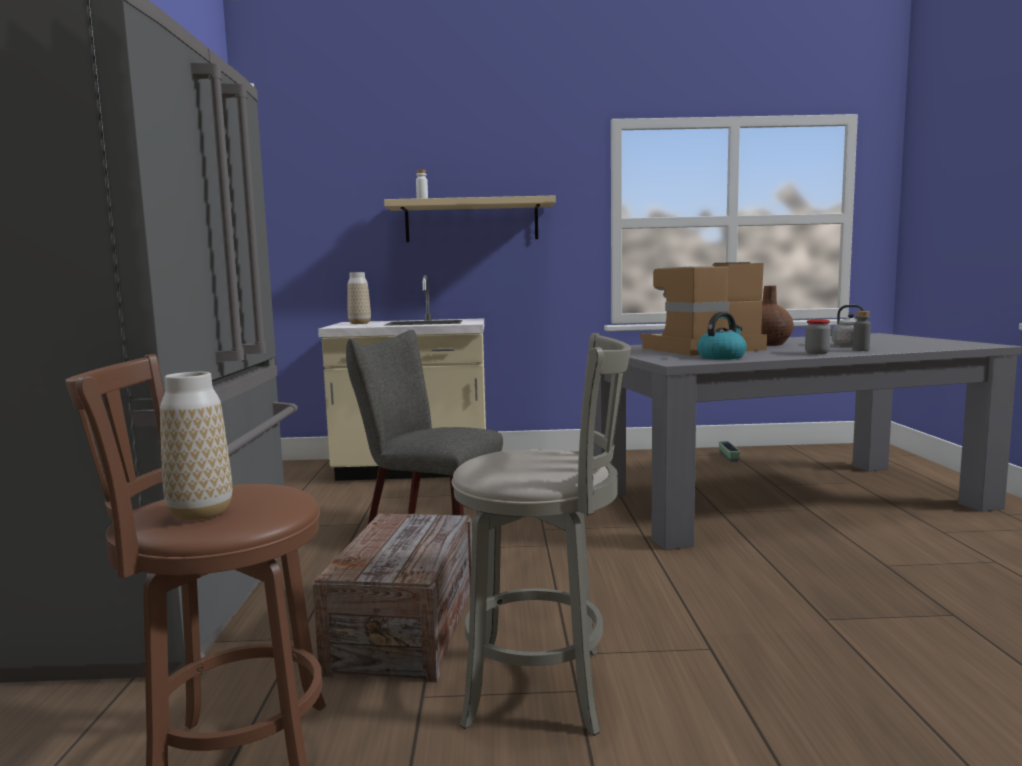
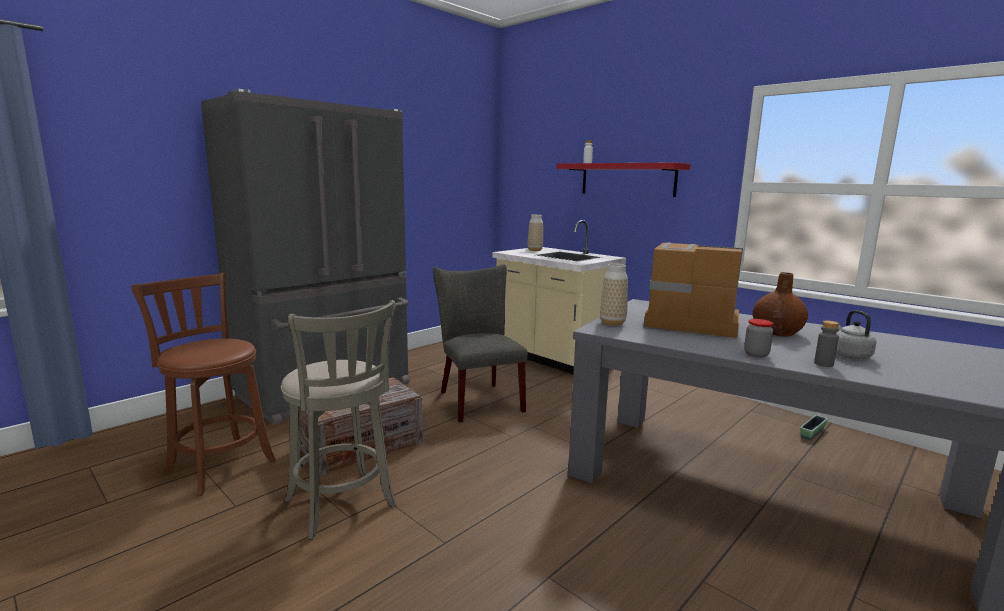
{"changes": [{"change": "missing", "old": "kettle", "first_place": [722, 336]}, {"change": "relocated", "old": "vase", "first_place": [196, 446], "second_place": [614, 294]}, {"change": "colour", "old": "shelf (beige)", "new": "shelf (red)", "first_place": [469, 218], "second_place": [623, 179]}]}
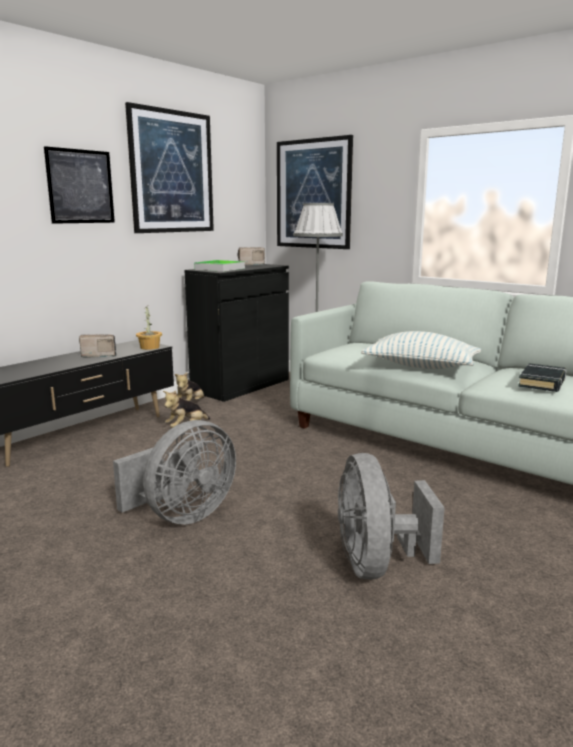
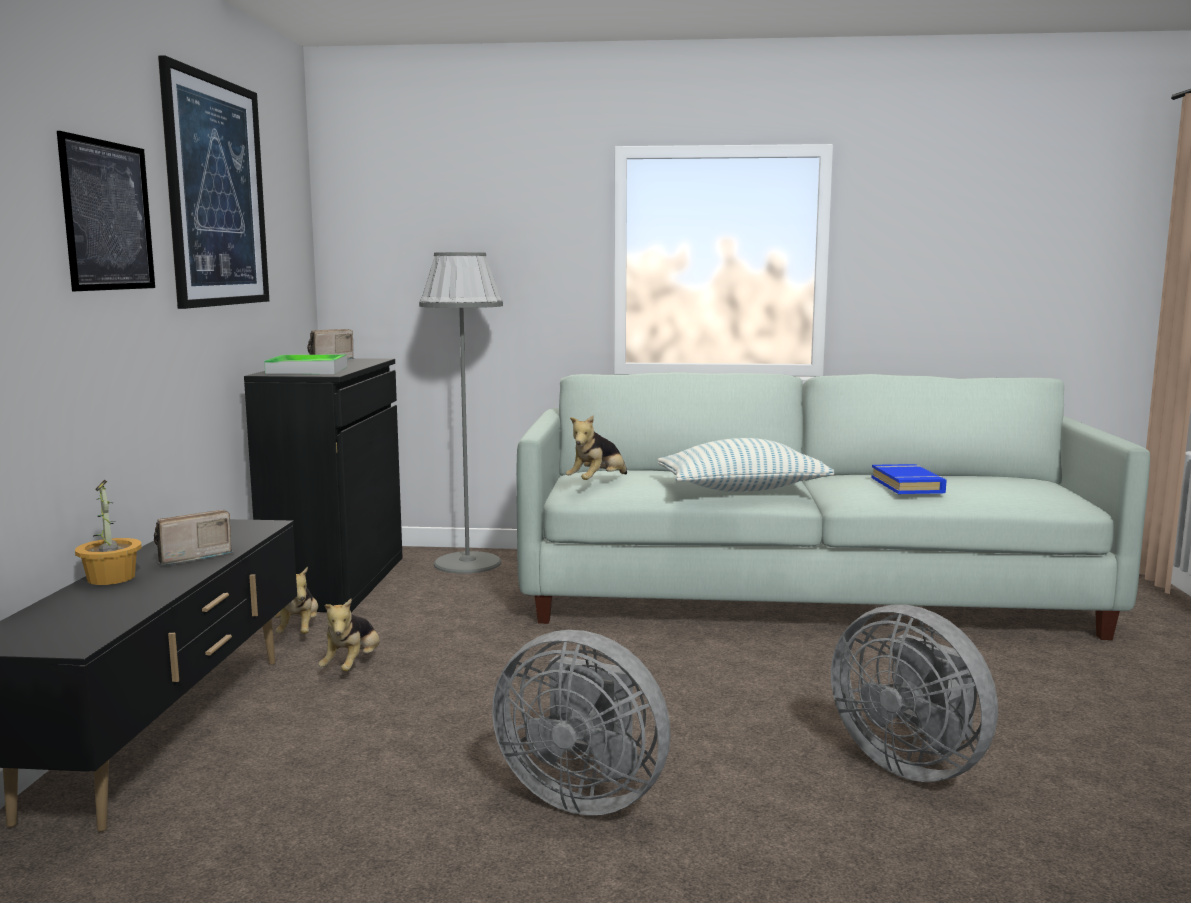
{"changes": [{"change": "missing", "old": "picture", "first_place": [315, 192]}, {"change": "appeared", "new": "plush toy", "second_place": [596, 447]}, {"change": "relocated", "old": "potted plant", "first_place": [149, 328], "second_place": [108, 532]}, {"change": "colour", "old": "book (black)", "new": "book (blue)", "first_place": [542, 377], "second_place": [908, 479]}, {"change": "spun", "old": "fan (grey)", "first_place": [174, 472], "second_place": [581, 722], "degrees": 105}]}
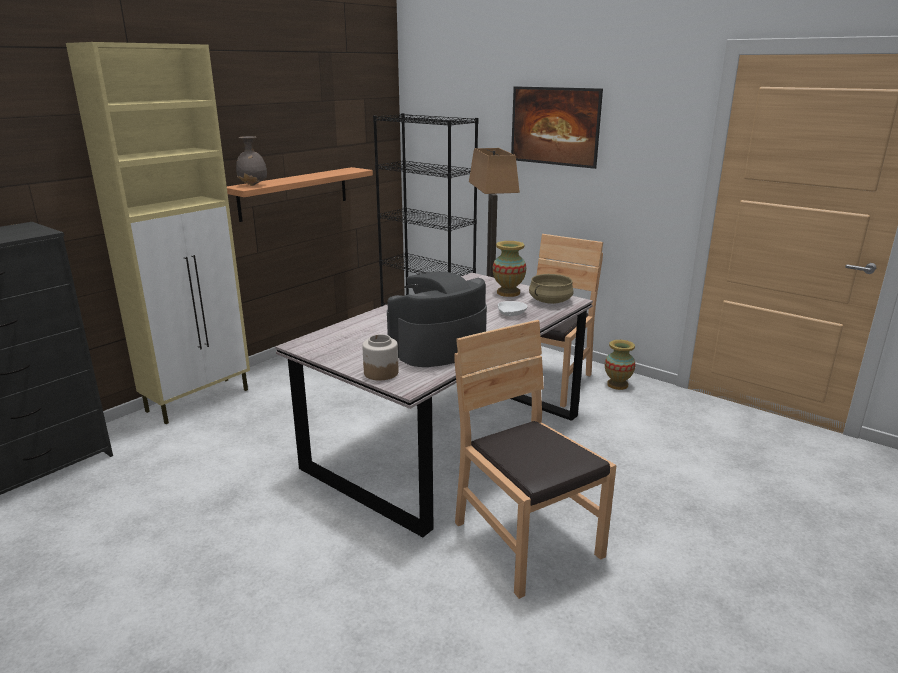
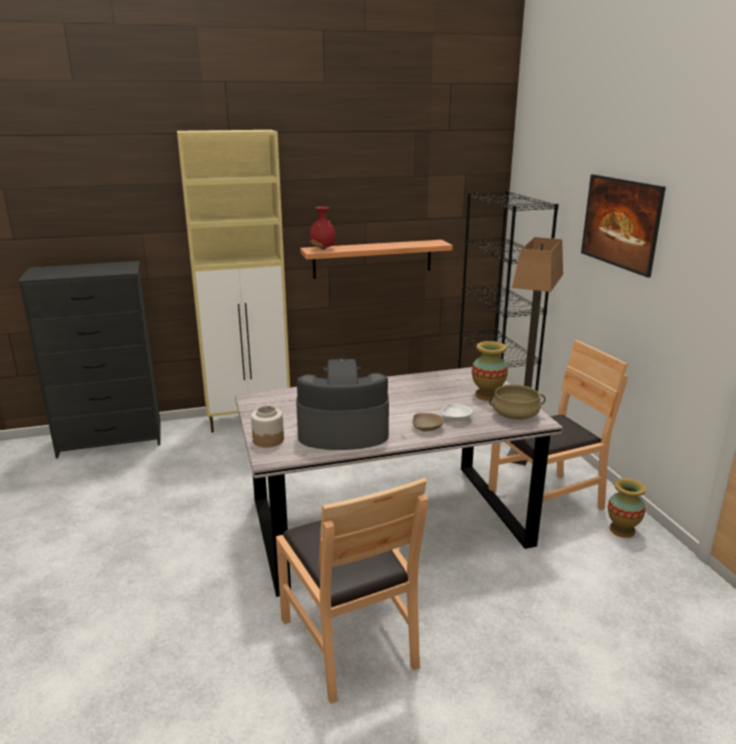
{"changes": [{"change": "appeared", "new": "bowl (beige)", "second_place": [428, 422]}, {"change": "colour", "old": "vase (grey)", "new": "vase (red)", "first_place": [251, 161], "second_place": [323, 228]}, {"change": "spun", "old": "chair (brown)", "first_place": [535, 459], "second_place": [352, 591], "degrees": 150}]}
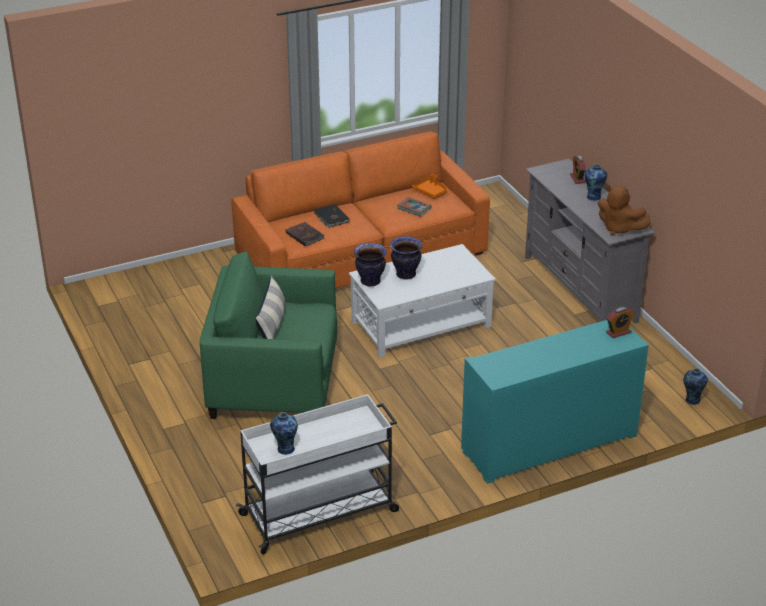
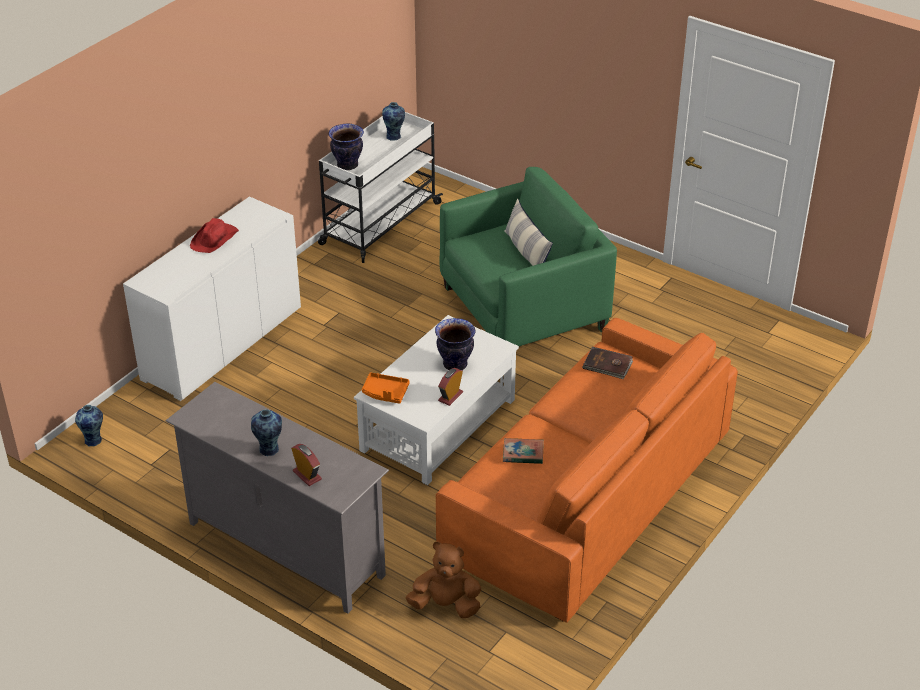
{"changes": [{"change": "missing", "old": "book (black)", "first_place": [332, 216]}, {"change": "appeared", "new": "hat (red)", "second_place": [214, 235]}, {"change": "relocated", "old": "vase", "first_place": [370, 264], "second_place": [346, 147]}, {"change": "relocated", "old": "tray (orange)", "first_place": [429, 186], "second_place": [386, 388]}, {"change": "relocated", "old": "plush toy (brown)", "first_place": [624, 210], "second_place": [443, 579]}, {"change": "relocated", "old": "alarm clock", "first_place": [620, 322], "second_place": [450, 387]}, {"change": "colour", "old": "cabinet (turquoise)", "new": "cabinet (white)", "first_place": [555, 402], "second_place": [212, 298]}]}
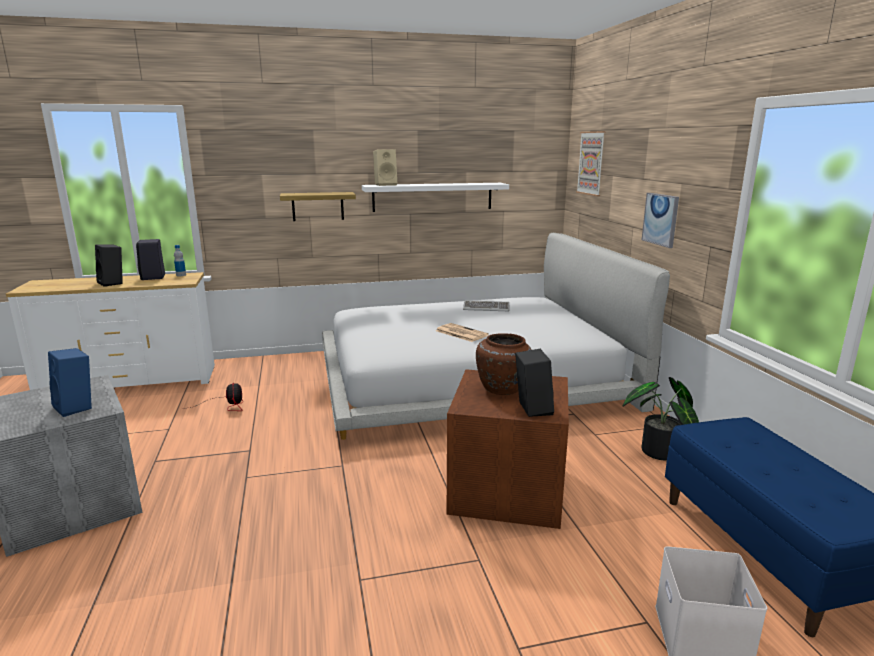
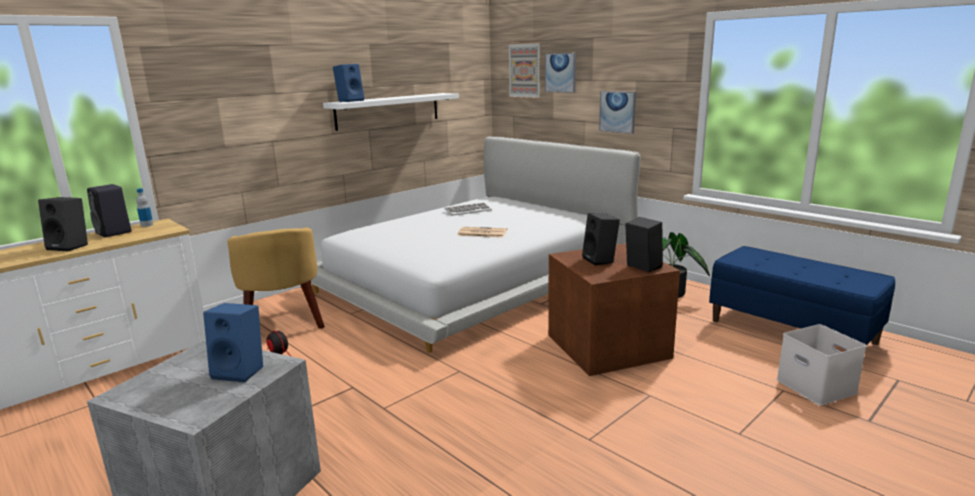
{"changes": [{"change": "missing", "old": "shelf", "first_place": [318, 206]}, {"change": "appeared", "new": "armchair (yellow)", "second_place": [276, 278]}, {"change": "appeared", "new": "picture", "second_place": [560, 73]}, {"change": "exchanged", "old": "vase (brown)", "new": "speaker (black)", "first_place": [504, 364], "second_place": [601, 239]}, {"change": "colour", "old": "speaker (beige)", "new": "speaker (blue)", "first_place": [385, 167], "second_place": [348, 83]}]}
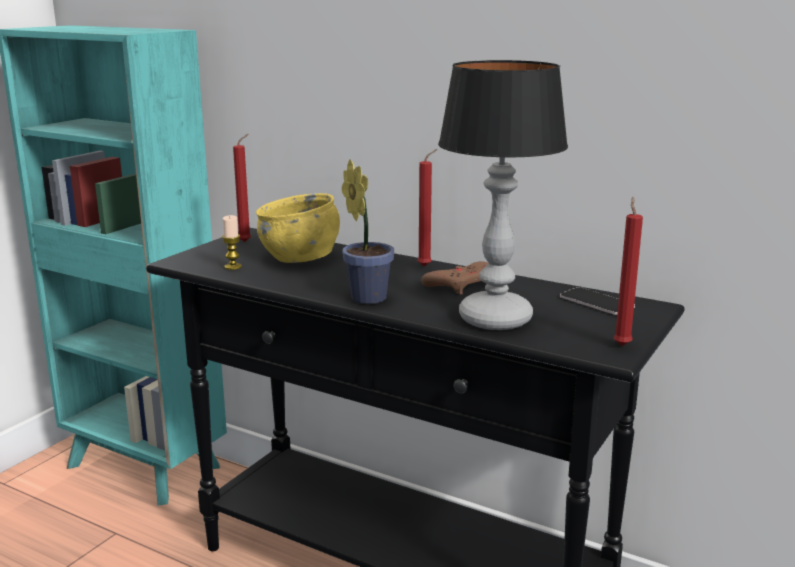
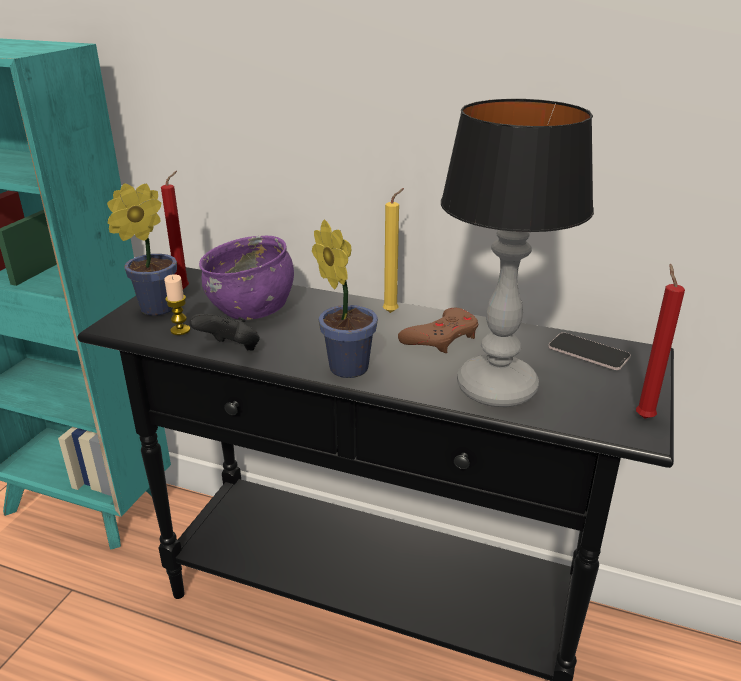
{"changes": [{"change": "appeared", "new": "potted plant", "second_place": [142, 249]}, {"change": "appeared", "new": "game controller (black)", "second_place": [224, 332]}, {"change": "colour", "old": "bowl (yellow)", "new": "bowl (purple)", "first_place": [298, 228], "second_place": [246, 278]}, {"change": "colour", "old": "candle (red)", "new": "candle (yellow)", "first_place": [427, 208], "second_place": [393, 250]}]}
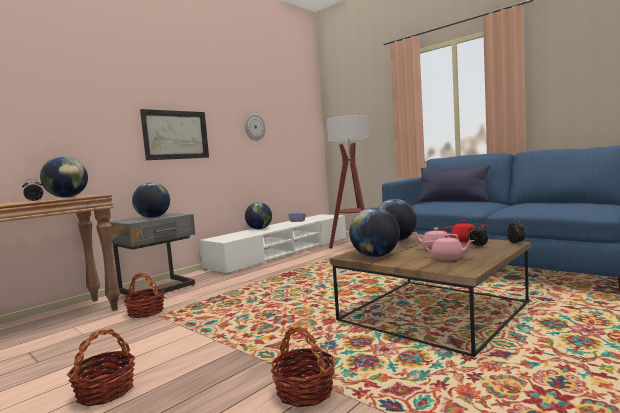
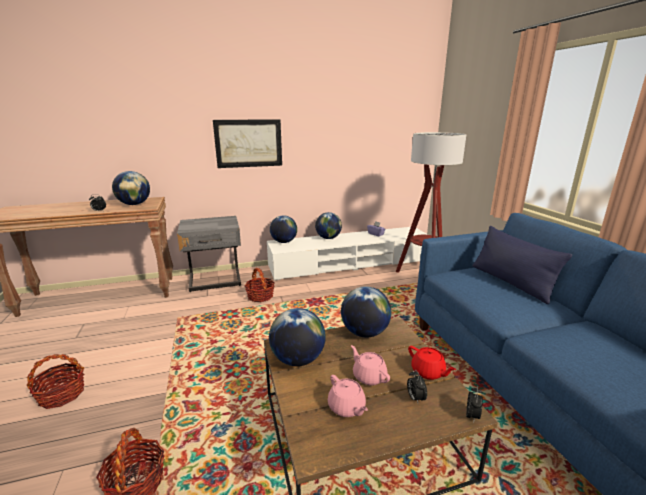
{"changes": [{"change": "missing", "old": "wall clock", "first_place": [255, 127]}, {"change": "relocated", "old": "basket", "first_place": [144, 295], "second_place": [260, 285]}, {"change": "relocated", "old": "globe", "first_place": [151, 200], "second_place": [283, 229]}]}
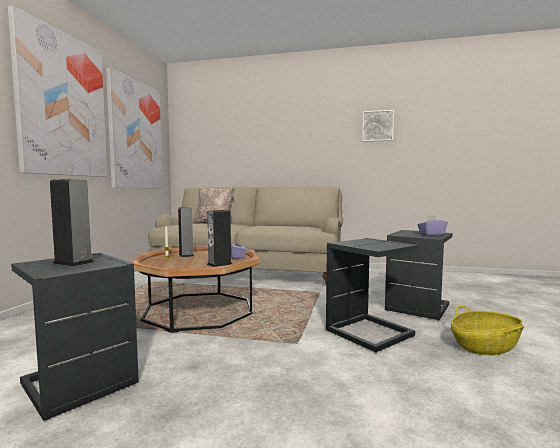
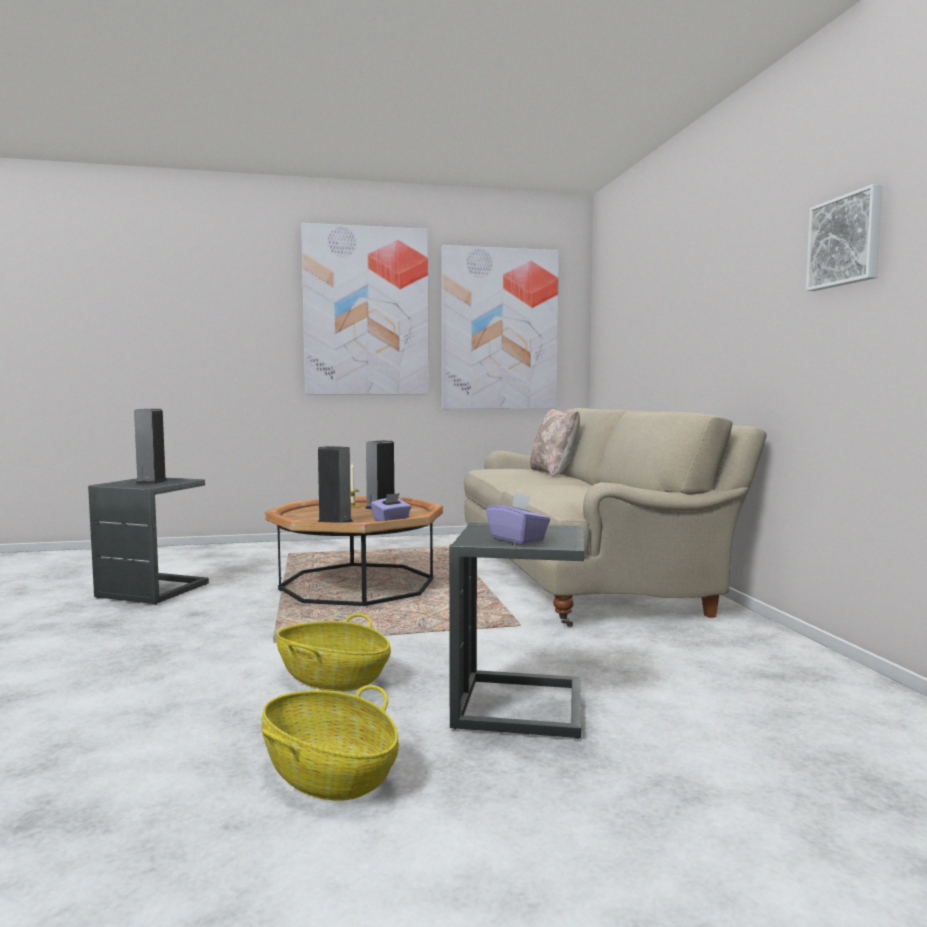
{"changes": [{"change": "exchanged", "old": "side table (grey)", "new": "basket", "first_place": [372, 295], "second_place": [334, 652]}]}
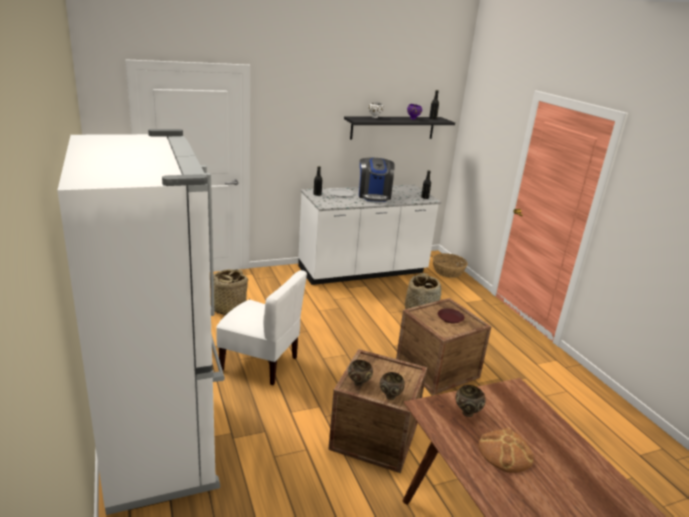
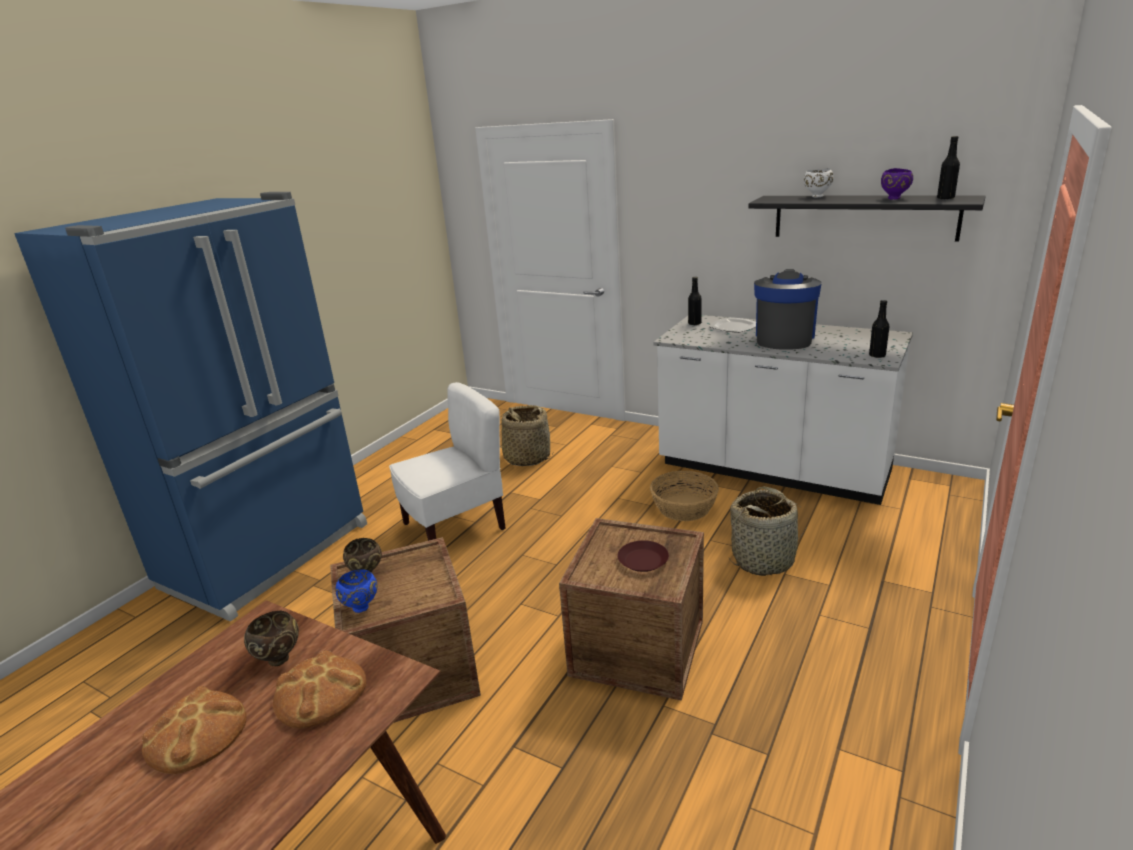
{"changes": [{"change": "appeared", "new": "bread", "second_place": [319, 689]}, {"change": "relocated", "old": "basket", "first_place": [450, 265], "second_place": [684, 496]}, {"change": "colour", "old": "fridge (white)", "new": "fridge (blue)", "first_place": [141, 322], "second_place": [190, 407]}, {"change": "colour", "old": "bowl (brown)", "new": "bowl (blue)", "first_place": [392, 386], "second_place": [356, 591]}, {"change": "spun", "old": "chair (white)", "first_place": [261, 327], "second_place": [447, 461], "degrees": -105}, {"change": "spun", "old": "coffee machine", "first_place": [377, 180], "second_place": [788, 310], "degrees": 150}]}
